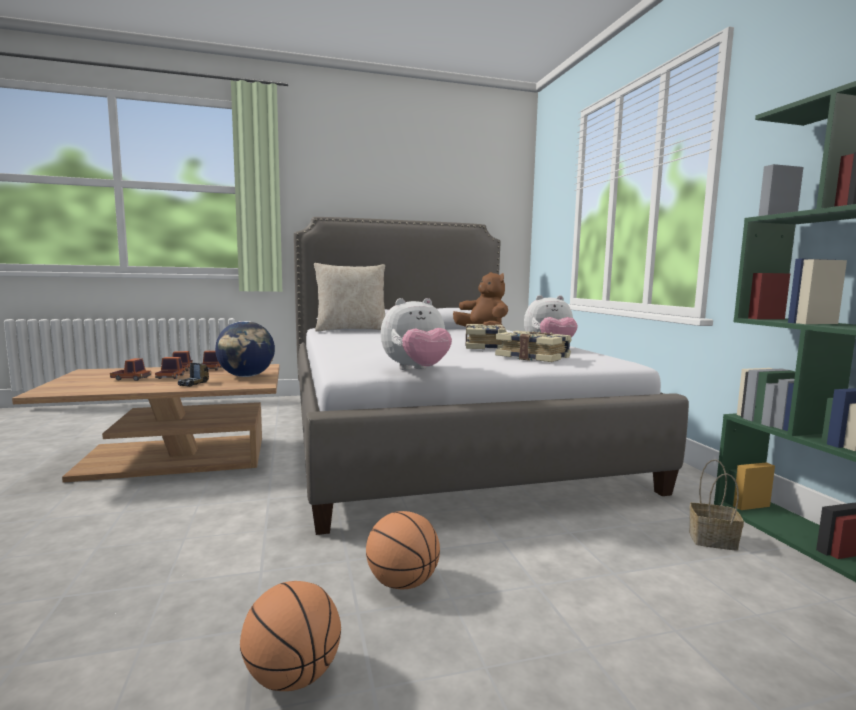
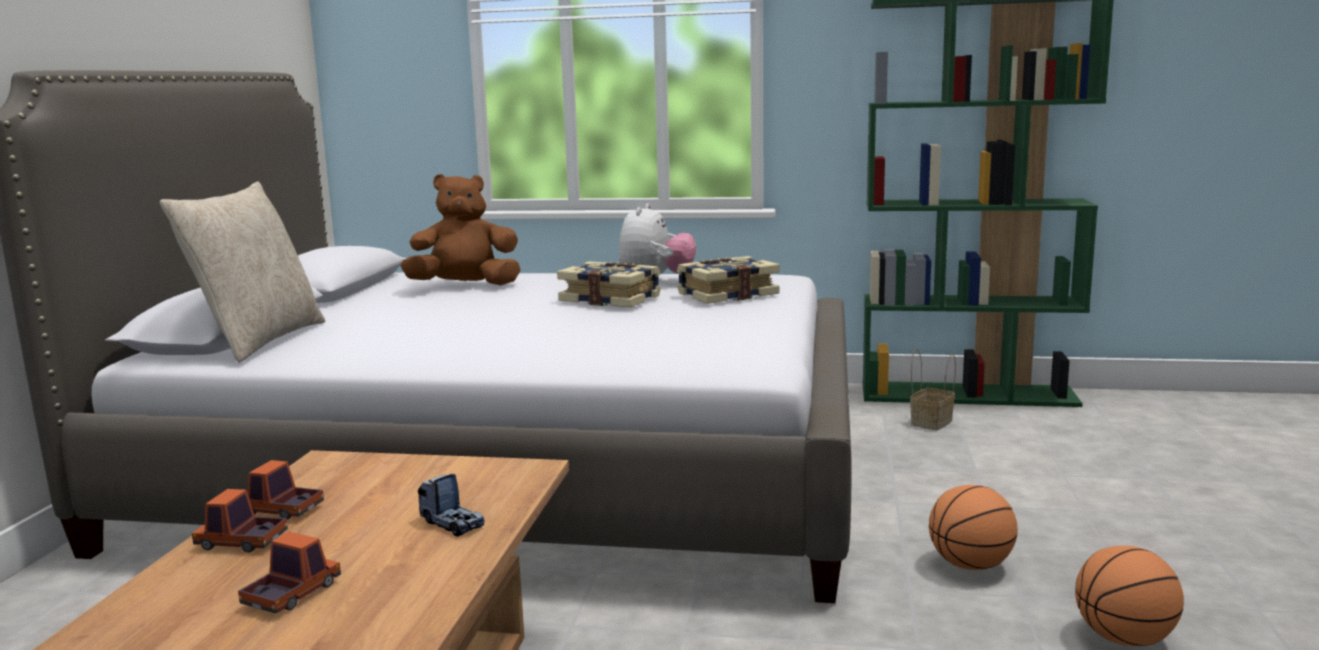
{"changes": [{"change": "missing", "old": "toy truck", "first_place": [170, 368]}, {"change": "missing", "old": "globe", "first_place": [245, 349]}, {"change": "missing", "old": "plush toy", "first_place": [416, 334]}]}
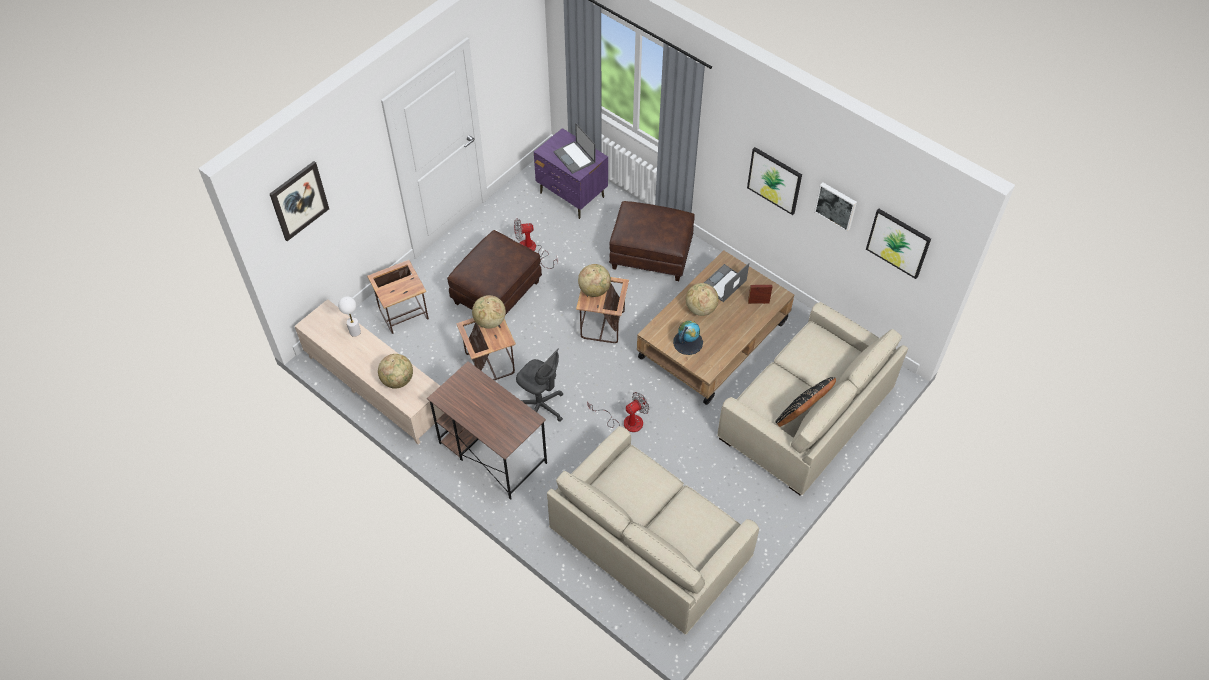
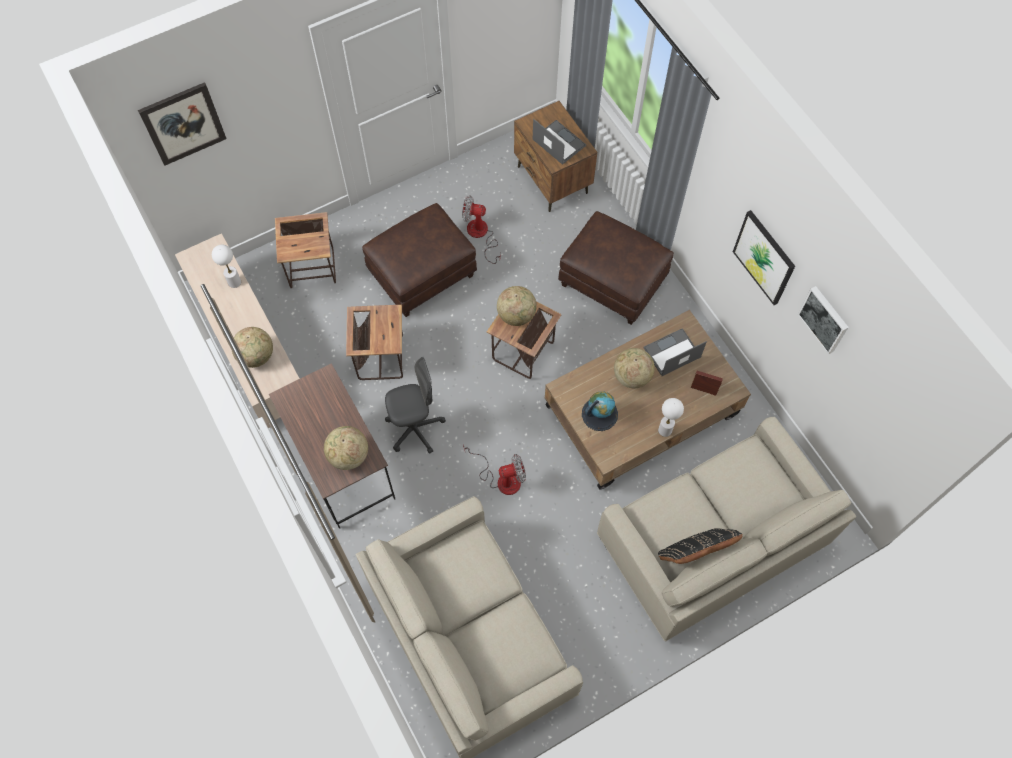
{"changes": [{"change": "missing", "old": "picture", "first_place": [898, 244]}, {"change": "appeared", "new": "table lamp (white)", "second_place": [671, 417]}, {"change": "relocated", "old": "globe", "first_place": [489, 312], "second_place": [346, 448]}, {"change": "colour", "old": "nightstand (purple)", "new": "nightstand (brown)", "first_place": [571, 173], "second_place": [555, 156]}, {"change": "spun", "old": "office chair (grey)", "first_place": [539, 385], "second_place": [415, 405], "degrees": -75}, {"change": "spun", "old": "laptop", "first_place": [574, 148], "second_place": [559, 142], "degrees": 150}]}
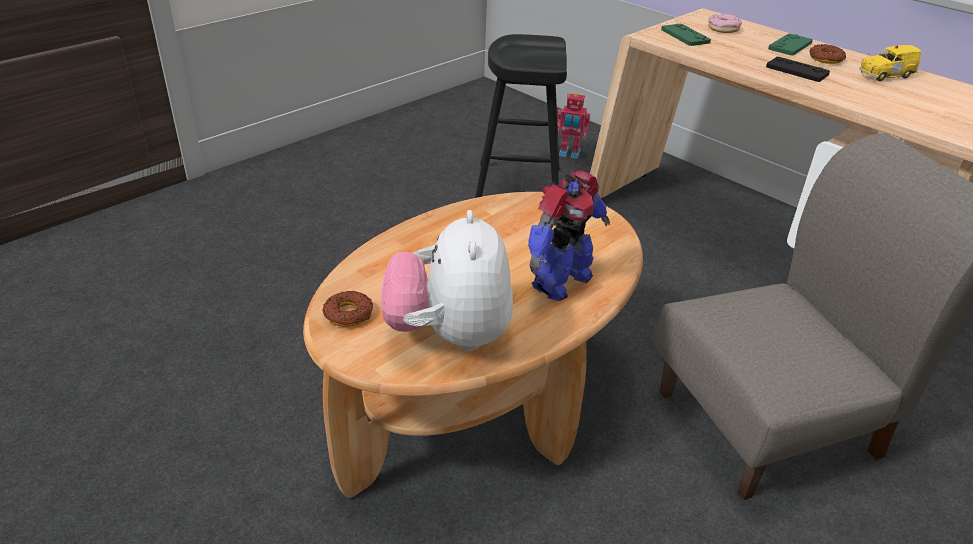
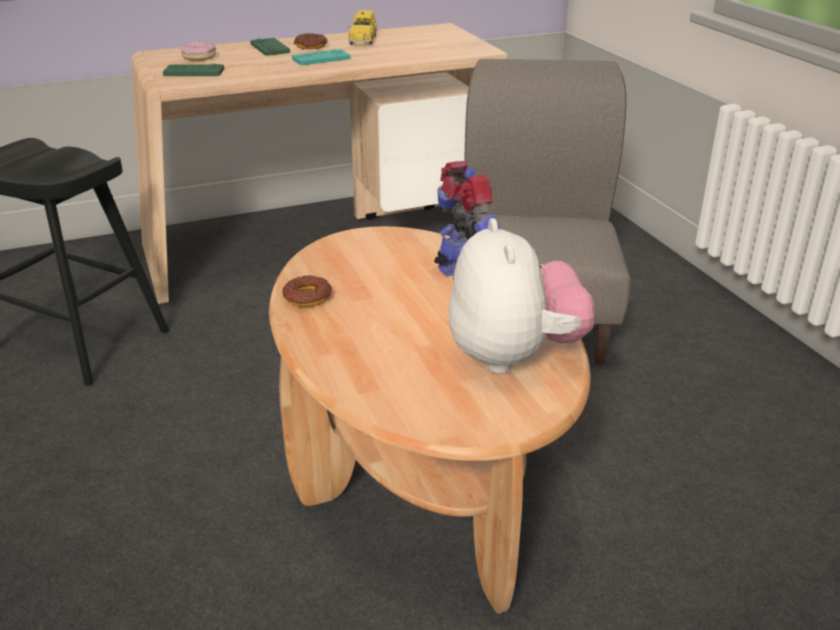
{"changes": [{"change": "missing", "old": "toy robot", "first_place": [574, 126]}, {"change": "relocated", "old": "donut", "first_place": [347, 309], "second_place": [307, 291]}, {"change": "colour", "old": "game controller (black)", "new": "game controller (turquoise)", "first_place": [798, 69], "second_place": [321, 57]}, {"change": "spun", "old": "plush toy", "first_place": [447, 280], "second_place": [522, 296], "degrees": -120}]}
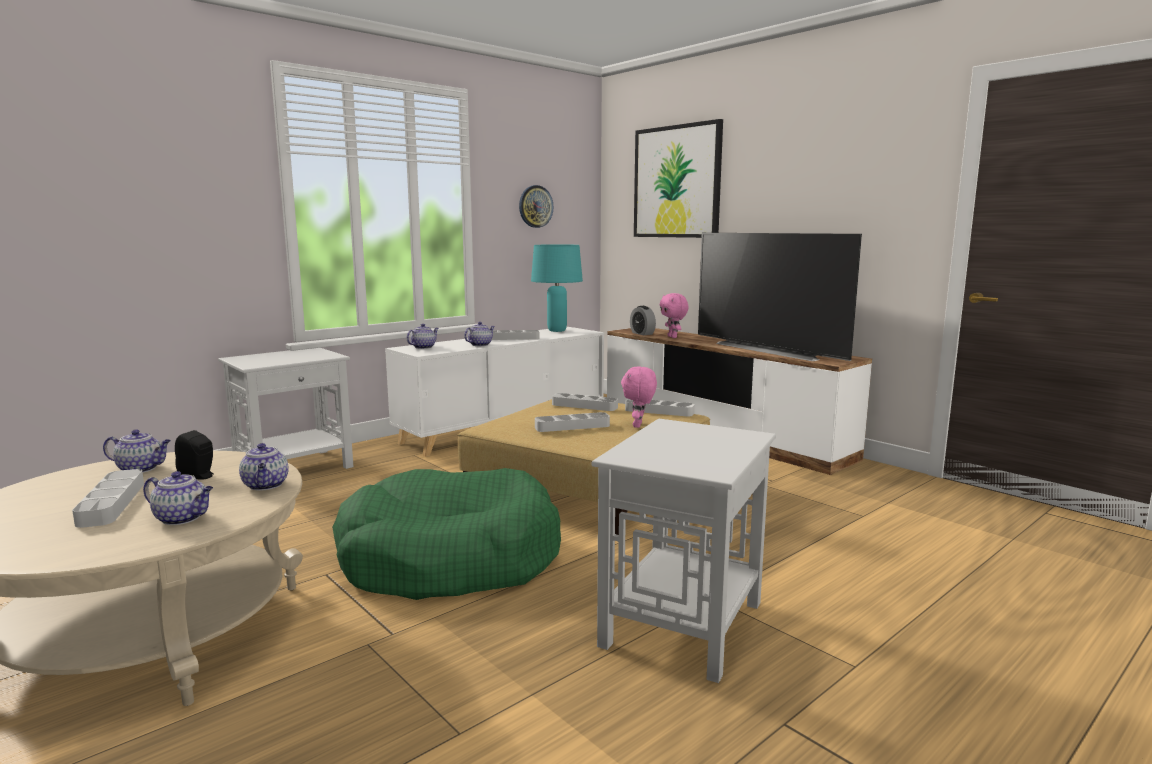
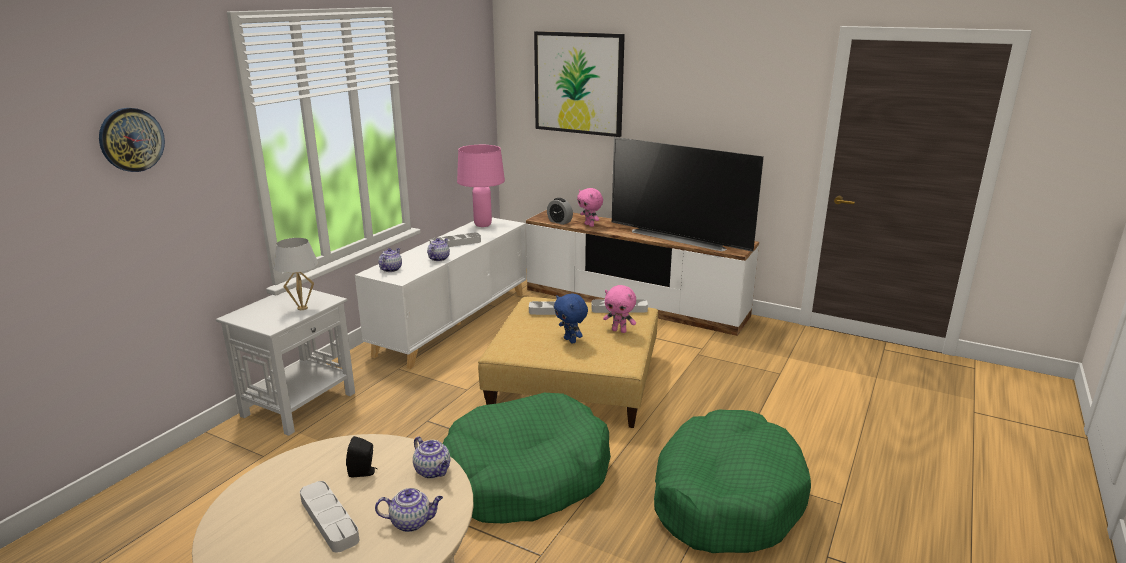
{"changes": [{"change": "missing", "old": "teapot", "first_place": [137, 451]}, {"change": "appeared", "new": "table lamp (white)", "second_place": [295, 274]}, {"change": "relocated", "old": "wall clock", "first_place": [536, 206], "second_place": [132, 140]}, {"change": "exchanged", "old": "tray (grey)", "new": "plush toy (blue)", "first_place": [572, 422], "second_place": [571, 318]}, {"change": "exchanged", "old": "side table (white)", "new": "dog bed (green)", "first_place": [684, 550], "second_place": [732, 481]}, {"change": "colour", "old": "table lamp (turquoise)", "new": "table lamp (pink)", "first_place": [557, 288], "second_place": [481, 186]}, {"change": "spun", "old": "plush toy (pink)", "first_place": [639, 397], "second_place": [619, 309], "degrees": -60}]}
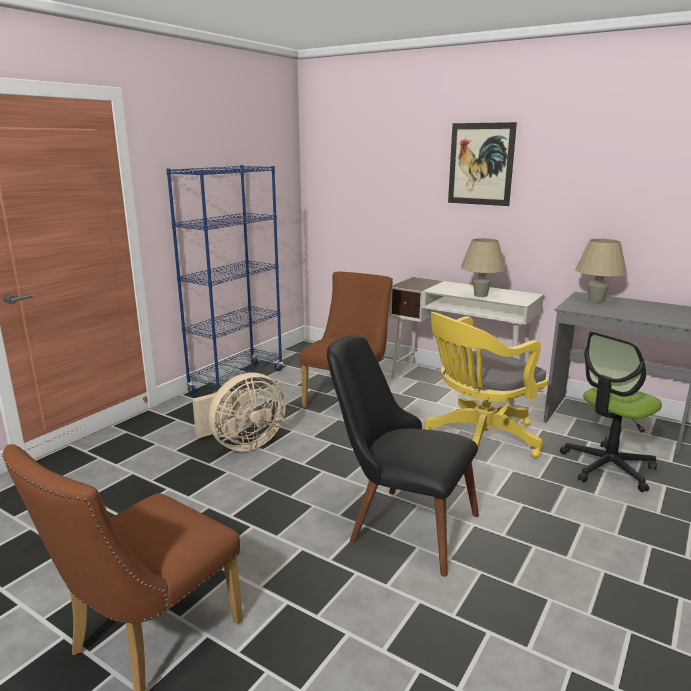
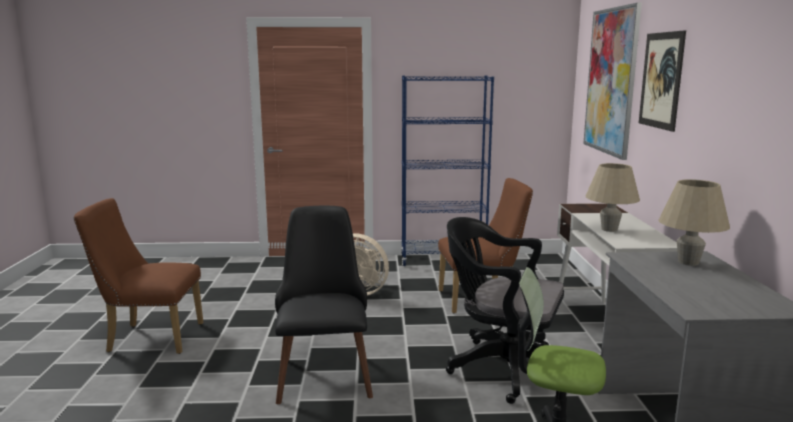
{"changes": [{"change": "appeared", "new": "picture", "second_place": [612, 81]}, {"change": "colour", "old": "office chair (yellow)", "new": "office chair (black)", "first_place": [486, 385], "second_place": [505, 310]}]}
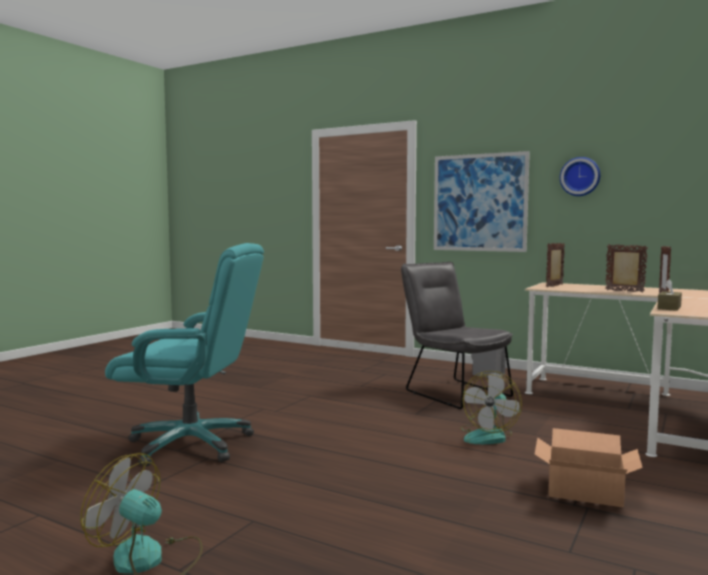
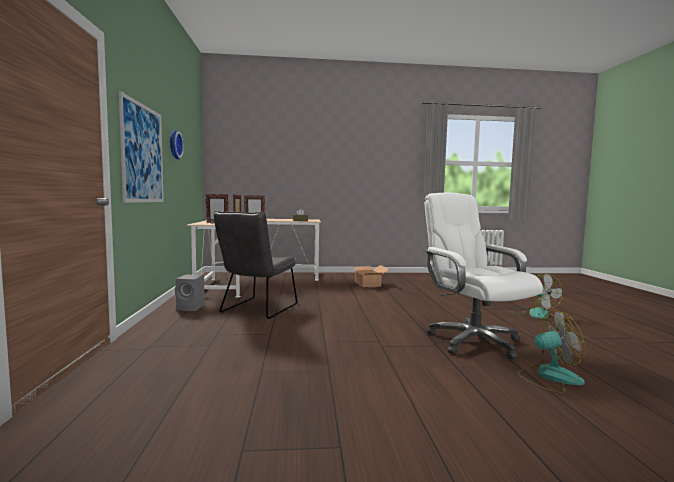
{"changes": [{"change": "relocated", "old": "fan", "first_place": [491, 407], "second_place": [551, 351]}, {"change": "colour", "old": "office chair (turquoise)", "new": "office chair (white)", "first_place": [184, 354], "second_place": [483, 276]}]}
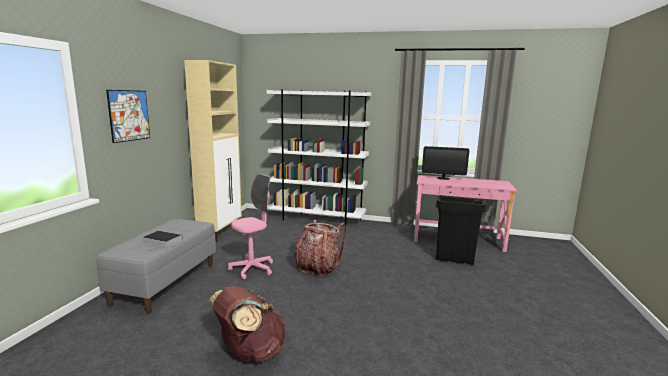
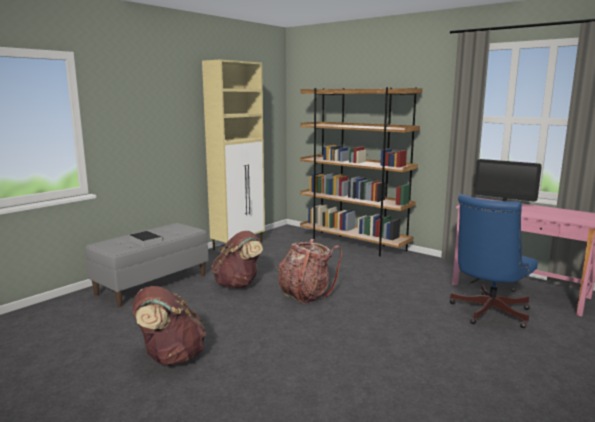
{"changes": [{"change": "missing", "old": "picture", "first_place": [128, 116]}, {"change": "exchanged", "old": "office chair (pink)", "new": "backpack (brown)", "first_place": [250, 227], "second_place": [237, 259]}, {"change": "exchanged", "old": "trash can (black)", "new": "office chair (blue)", "first_place": [461, 230], "second_place": [494, 261]}, {"change": "colour", "old": "bookcase (white)", "new": "bookcase (brown)", "first_place": [319, 157], "second_place": [361, 172]}]}
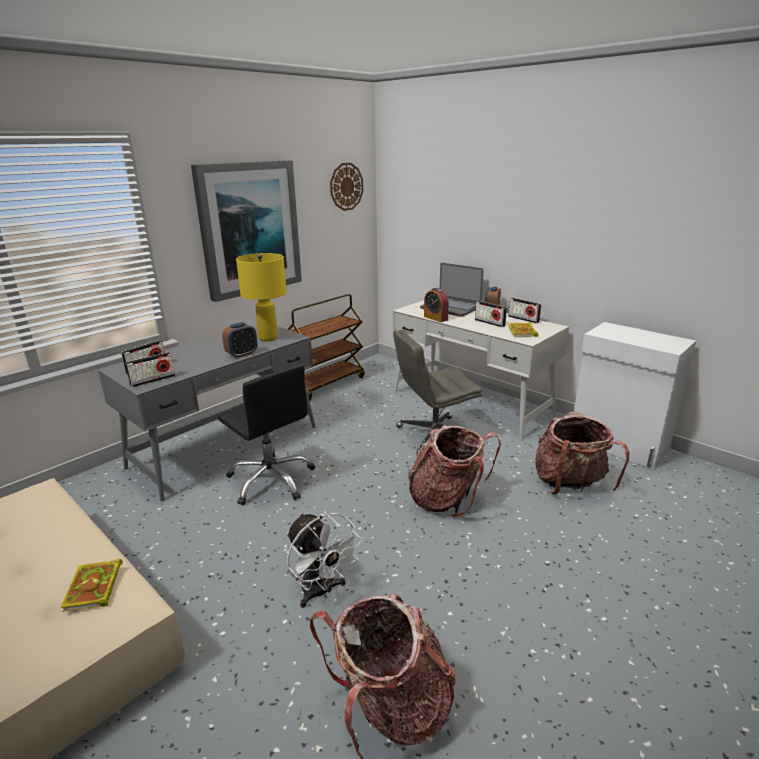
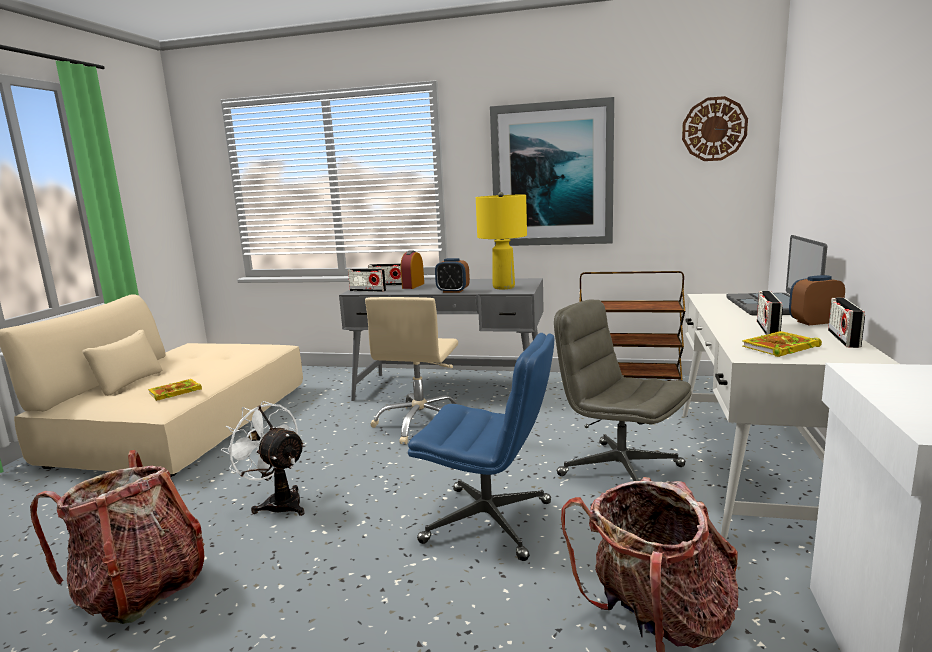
{"changes": [{"change": "relocated", "old": "alarm clock", "first_place": [436, 305], "second_place": [412, 270]}, {"change": "exchanged", "old": "backpack", "new": "office chair (blue)", "first_place": [454, 471], "second_place": [481, 447]}, {"change": "colour", "old": "office chair (black)", "new": "office chair (beige)", "first_place": [266, 434], "second_place": [411, 370]}, {"change": "spun", "old": "fan (white)", "first_place": [324, 560], "second_place": [263, 458], "degrees": 105}]}
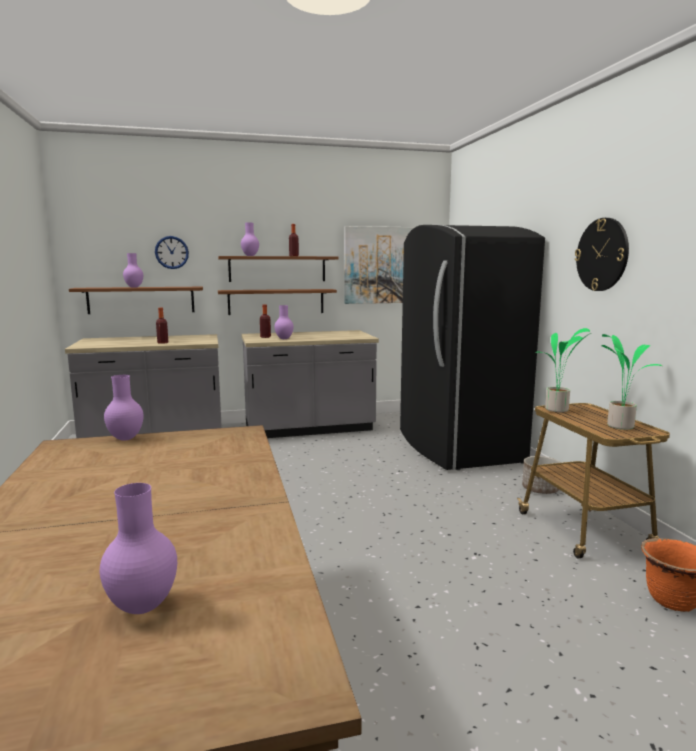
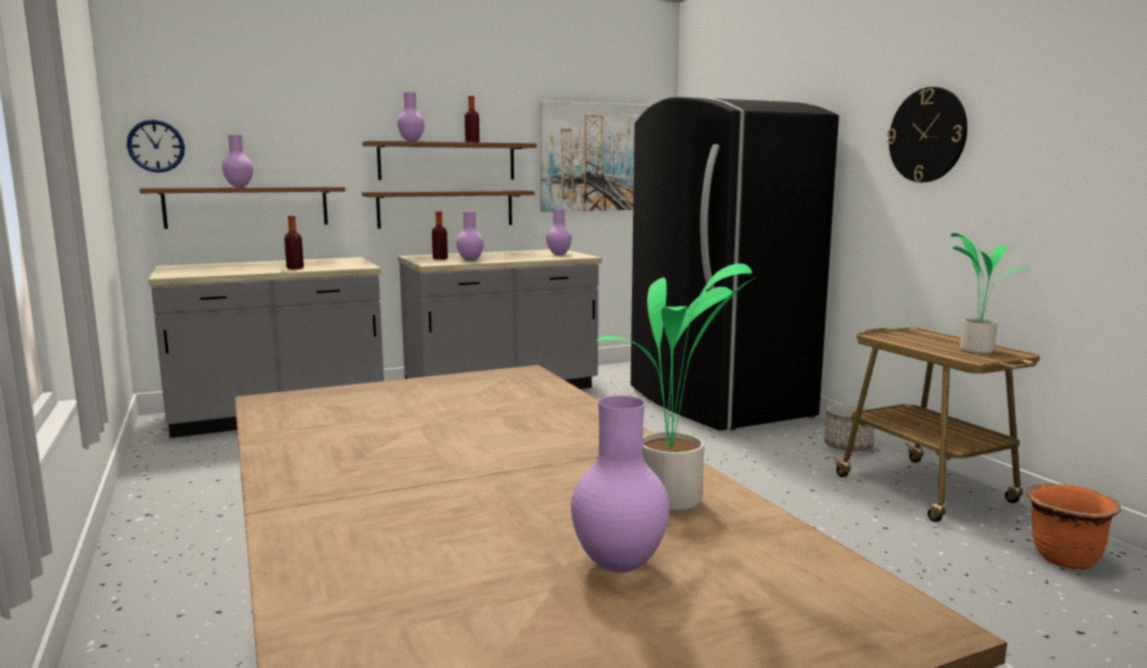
{"changes": [{"change": "relocated", "old": "vase (purple)", "first_place": [124, 408], "second_place": [559, 232]}, {"change": "relocated", "old": "wall clock", "first_place": [172, 252], "second_place": [156, 146]}, {"change": "relocated", "old": "potted plant", "first_place": [563, 370], "second_place": [677, 388]}]}
